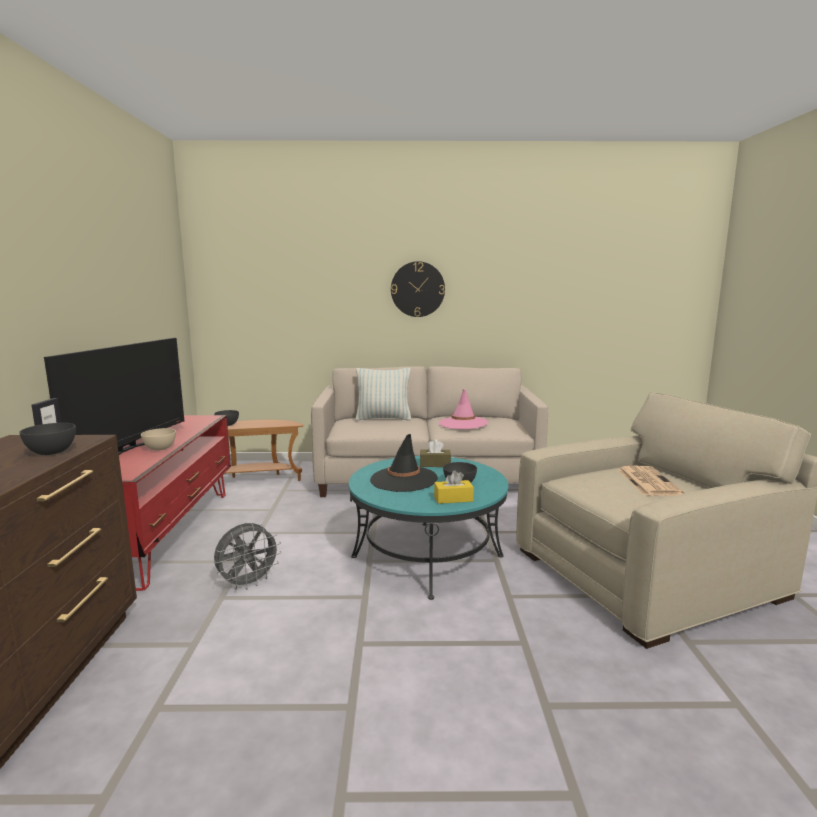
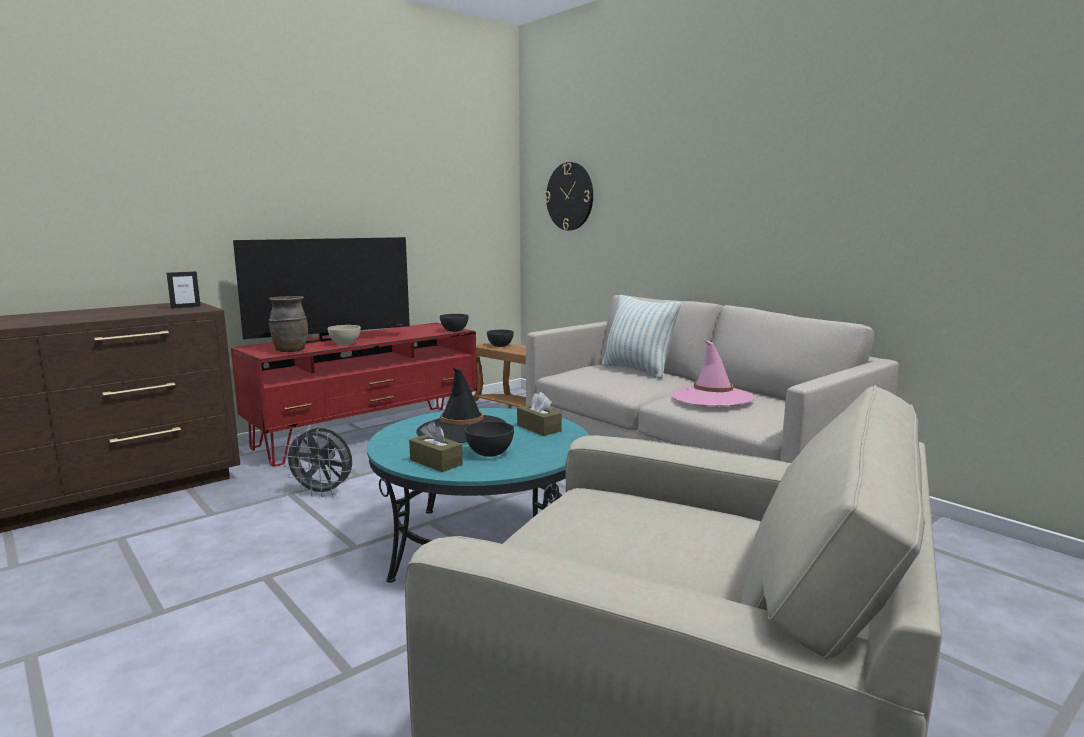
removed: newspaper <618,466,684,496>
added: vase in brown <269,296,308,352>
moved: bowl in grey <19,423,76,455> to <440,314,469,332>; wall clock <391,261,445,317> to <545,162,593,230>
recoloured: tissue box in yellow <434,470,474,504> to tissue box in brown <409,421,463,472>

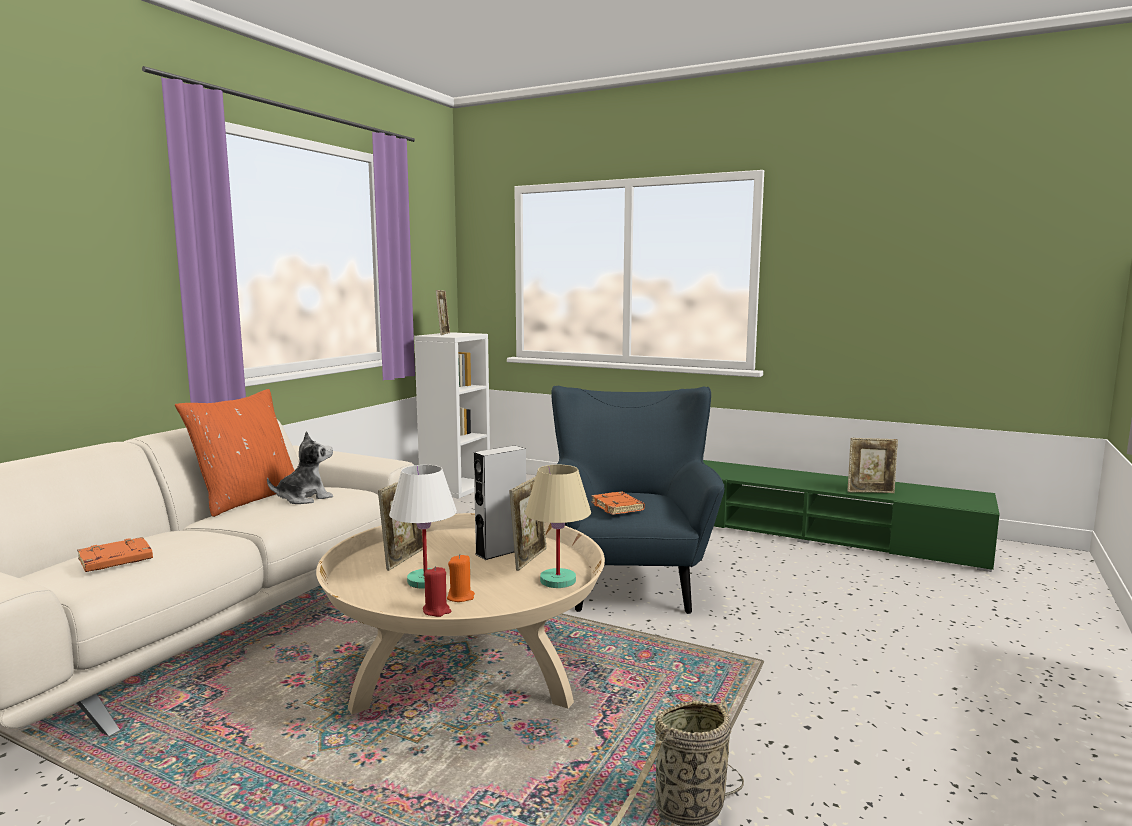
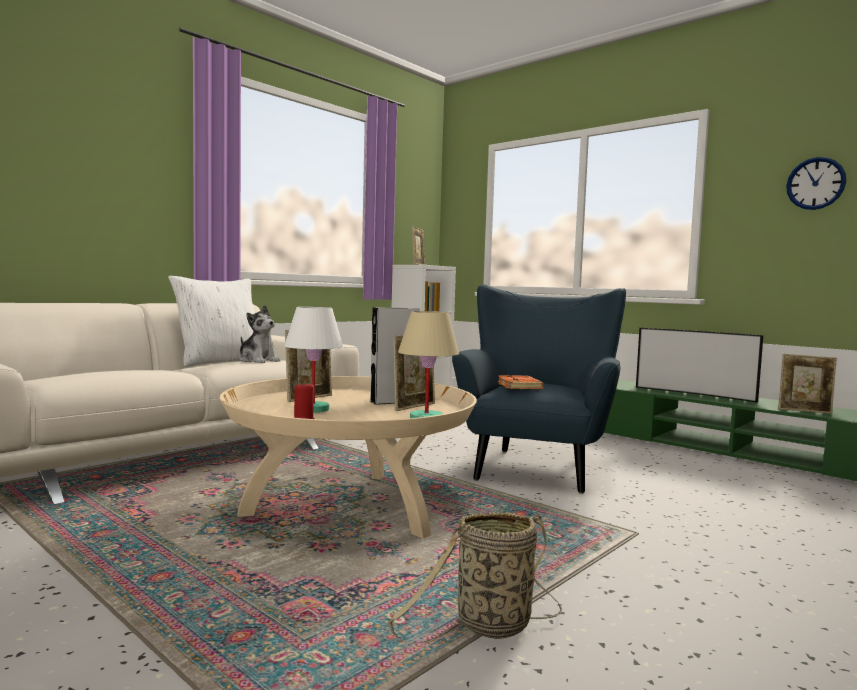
removed: book in orange <77,537,153,572>; candle in orange <447,554,475,602>
added: television <636,328,763,402>; wall clock <786,157,846,210>
recoloured: pillow in orange <175,389,295,517> to pillow in white <168,276,255,367>
turned: plush toy <267,431,333,504> = <239,305,280,363> 60 degrees clockwise

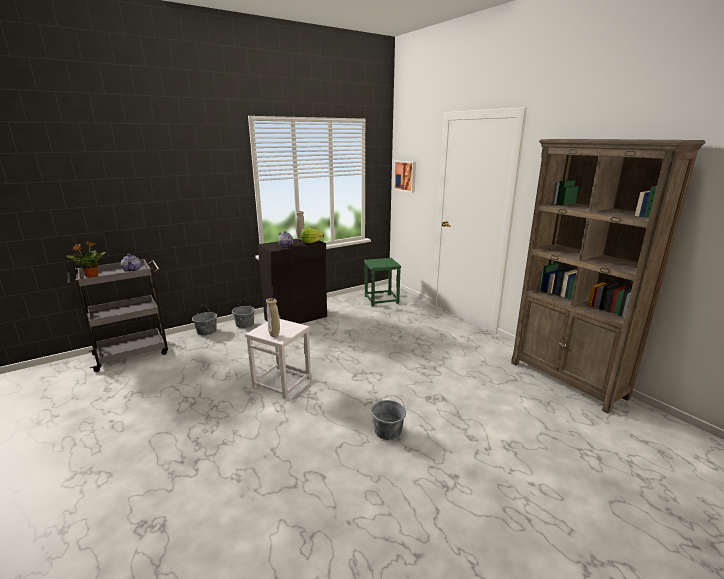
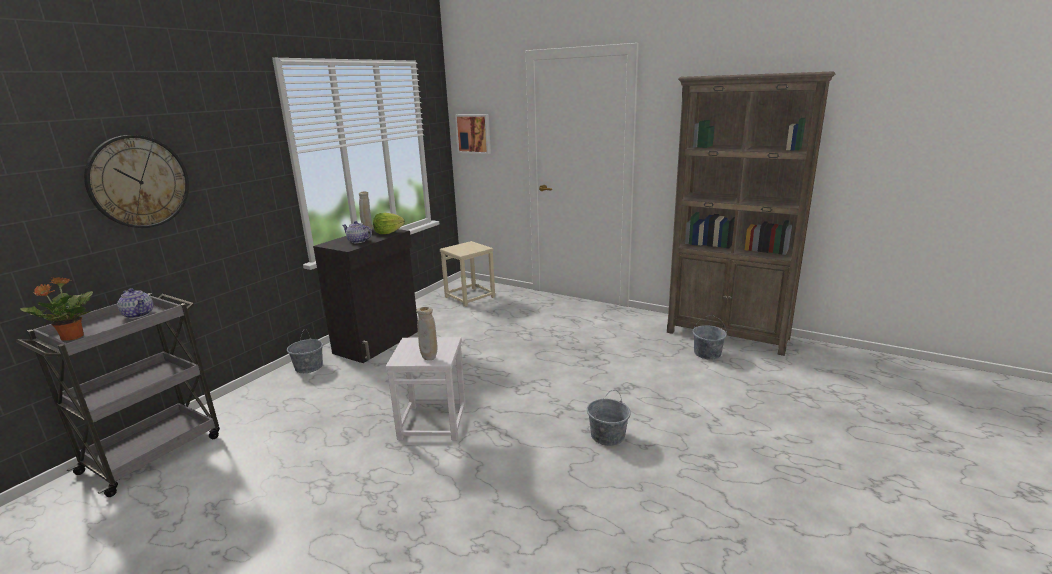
added: wall clock <84,135,189,228>
moved: bucket in grey <192,305,217,336> to <693,315,727,359>
recoloured: stool in green <364,258,401,306> to stool in beige <440,241,495,307>

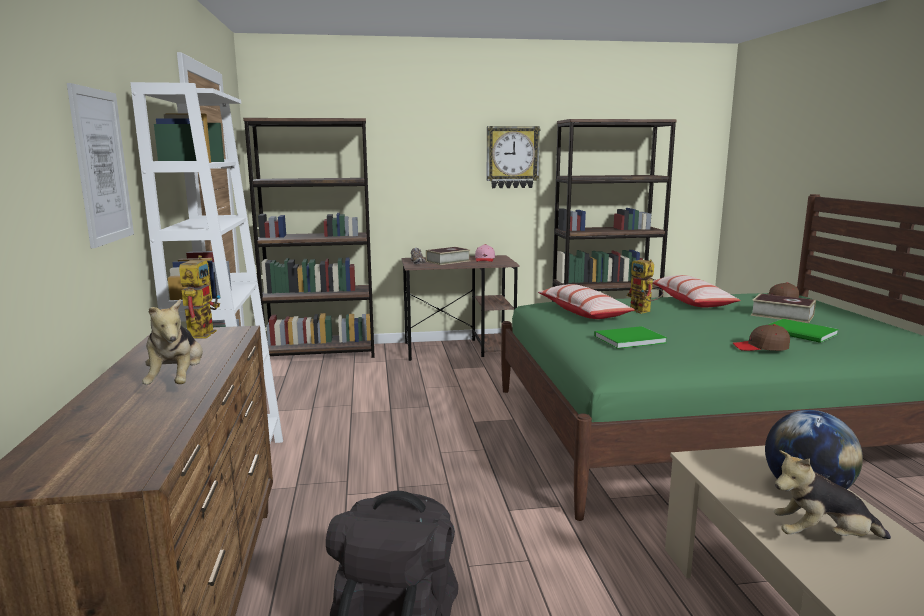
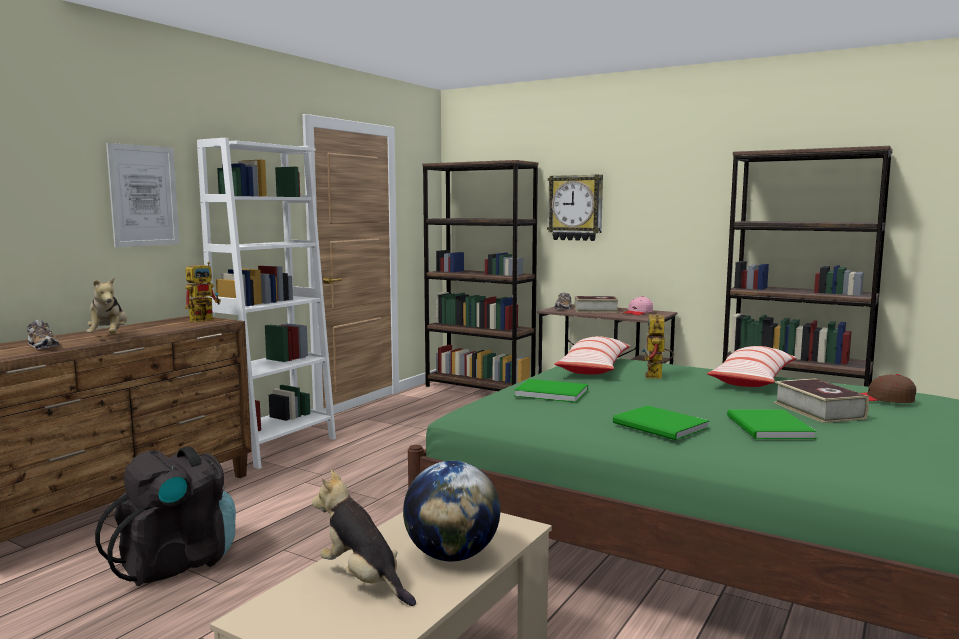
added: shoe <27,320,59,350>
moved: wall clock <487,126,540,188> to <547,175,603,241>
replaced: cap in brown <733,324,790,351> to book in green <613,405,709,440>
turned: plush toy <142,299,203,384> = <87,277,127,333> 45 degrees counterclockwise

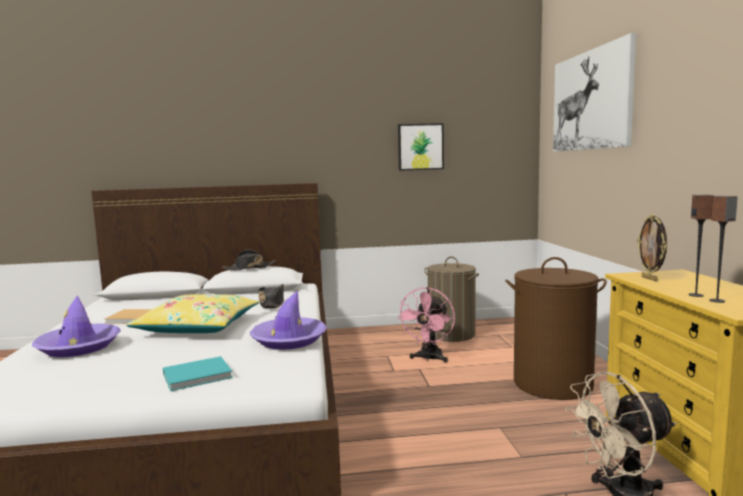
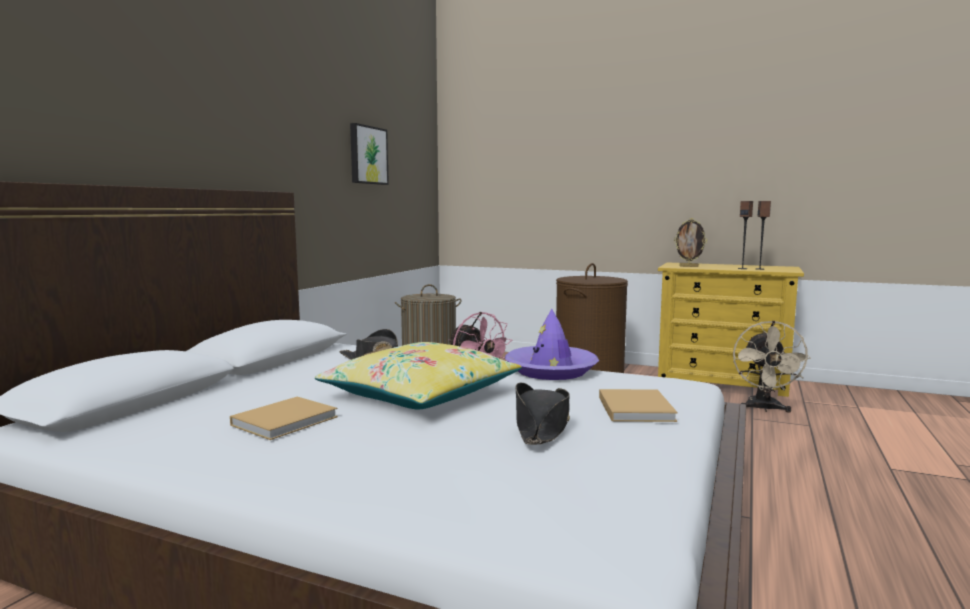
removed: hat in purple <32,295,121,357>; picture <553,33,636,152>
moved: hat in black <222,249,276,271> to <516,383,570,445>
recoloured: book in turquoise <163,356,233,391> to book in beige <599,389,678,422>

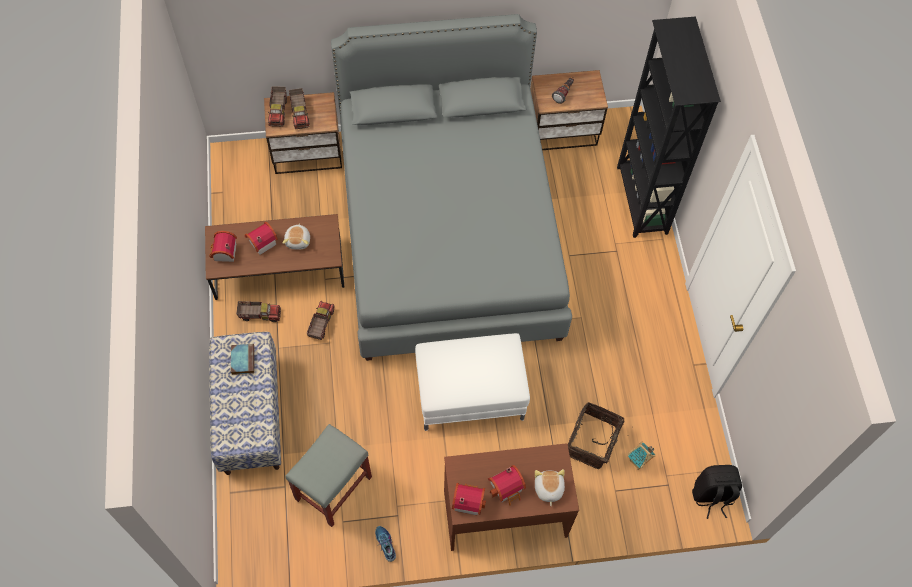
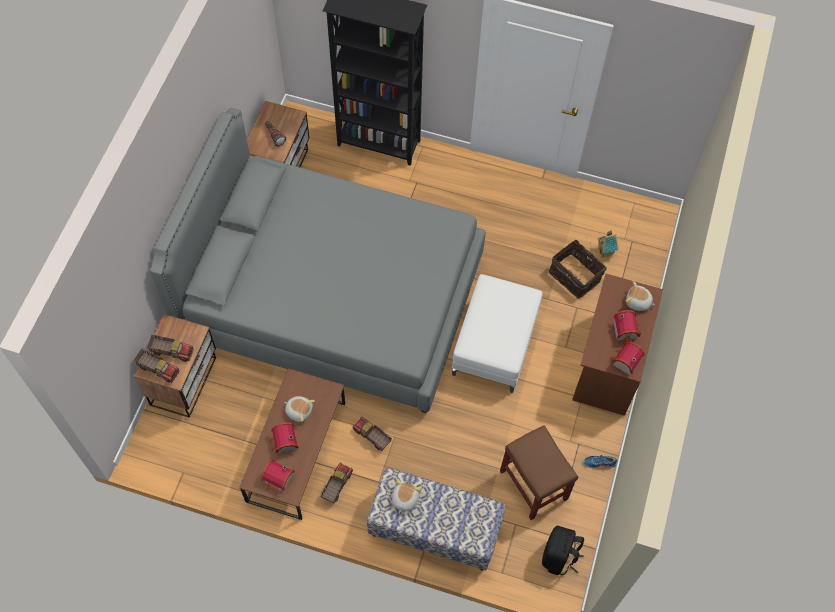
moved: backpack in black <692,465,742,519> to <542,526,584,575>
replaced: book <231,344,254,375> to plush toy <392,479,422,514>
recoloured: stool in grey <285,424,372,527> to stool in brown <500,425,578,520>

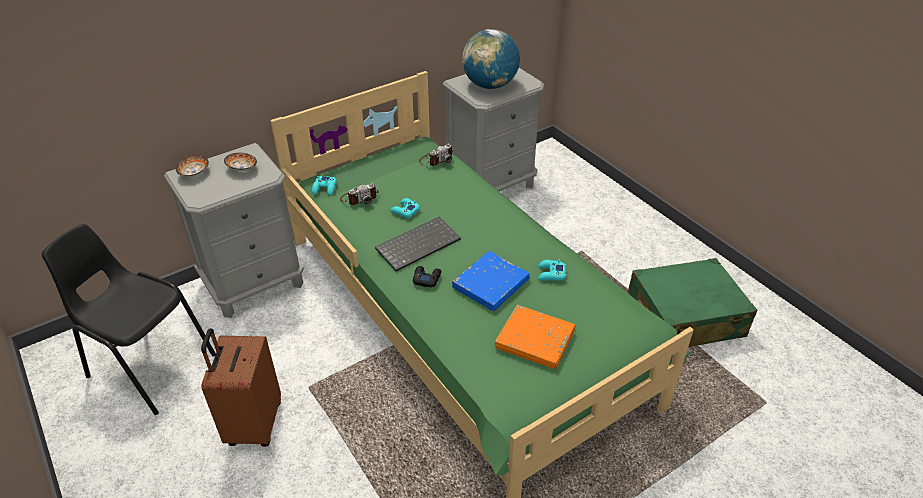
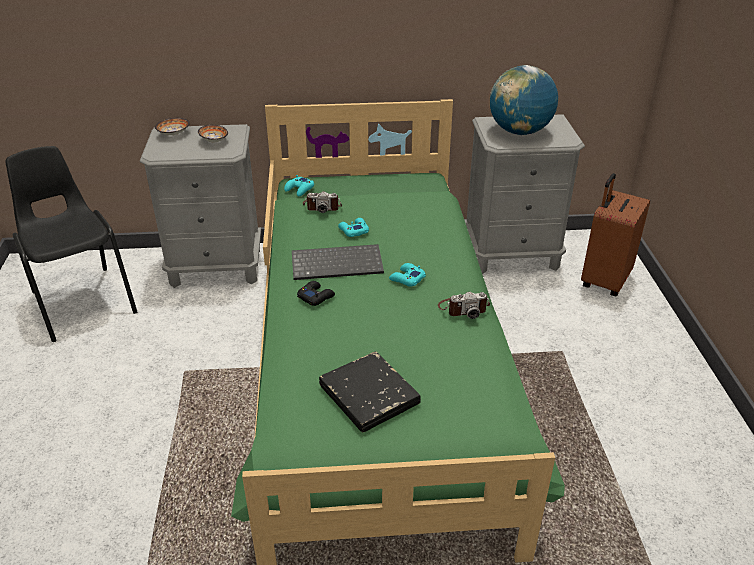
removed: book in blue <452,251,530,311>; suitcase in green <627,258,757,347>
moved: suitcase in brown <201,328,281,447> to <581,173,650,296>; photo camera <419,144,453,166> to <438,292,490,319>; game controller in turquoise <538,259,566,281> to <389,263,426,287>
recoloured: book in orange <495,305,576,369> to book in black <319,351,421,432>

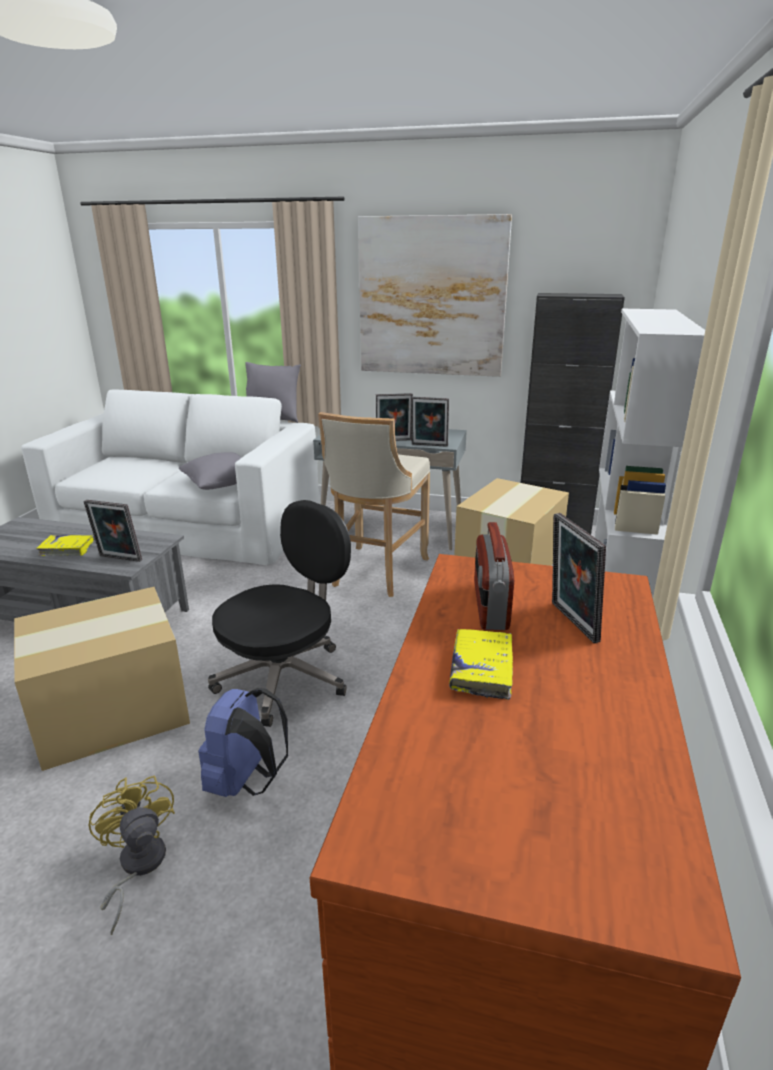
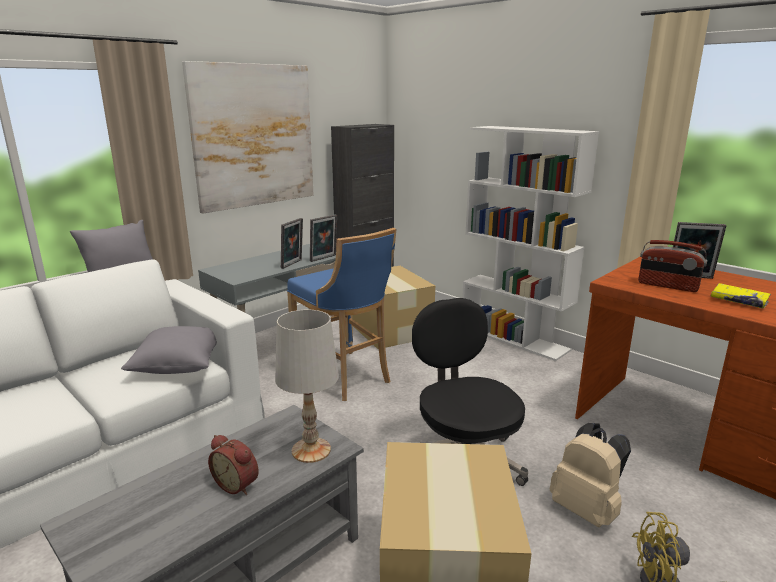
replaced: book in yellow <36,535,95,556> to alarm clock <208,435,259,495>; picture frame <84,500,142,562> to table lamp in white <275,310,339,463>
recoloured: backpack in blue <198,688,288,797> to backpack in beige <550,423,631,527>; stool in beige <318,412,430,597> to stool in blue <287,228,397,401>

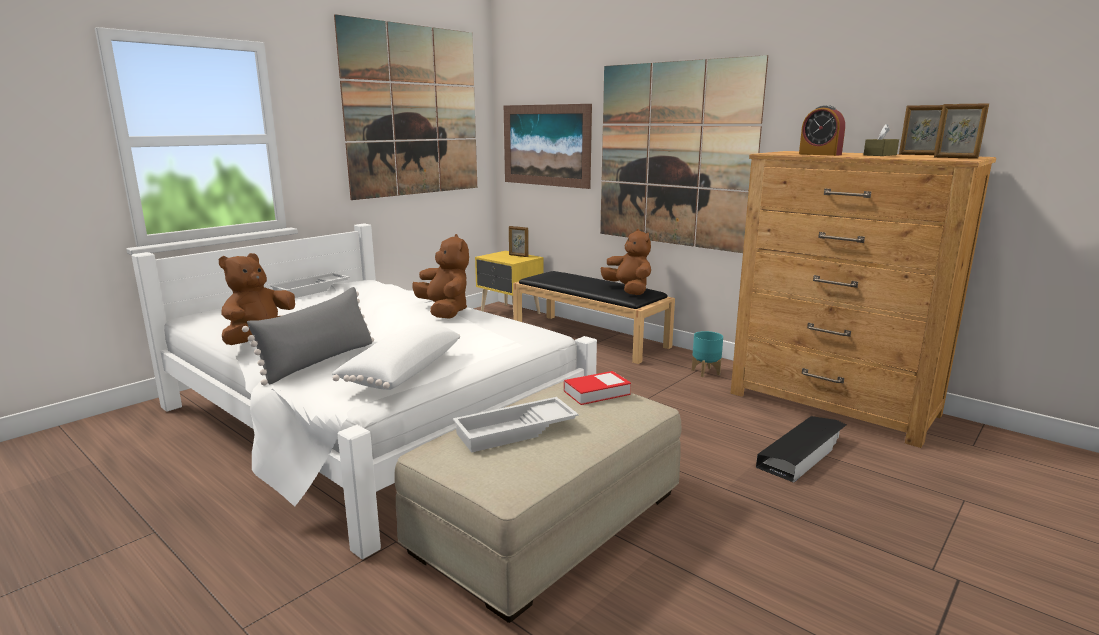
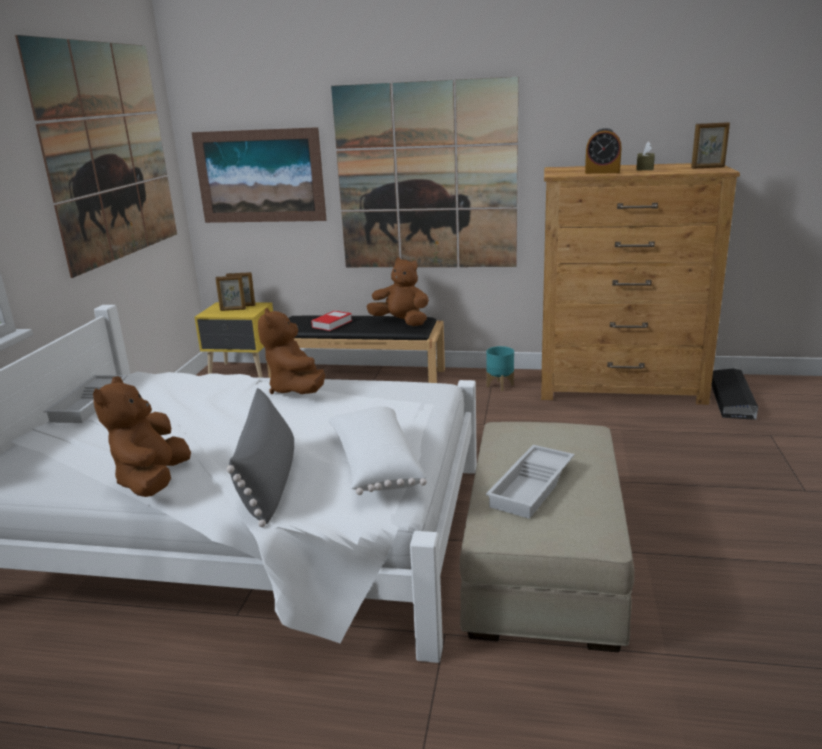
moved: book <564,371,631,405> to <311,310,352,331>; storage box in black <756,416,846,483> to <711,369,758,420>; picture frame <899,105,943,155> to <216,276,246,311>
turned: plush toy in brown <412,234,469,319> = <258,308,325,394> 135 degrees counterclockwise

